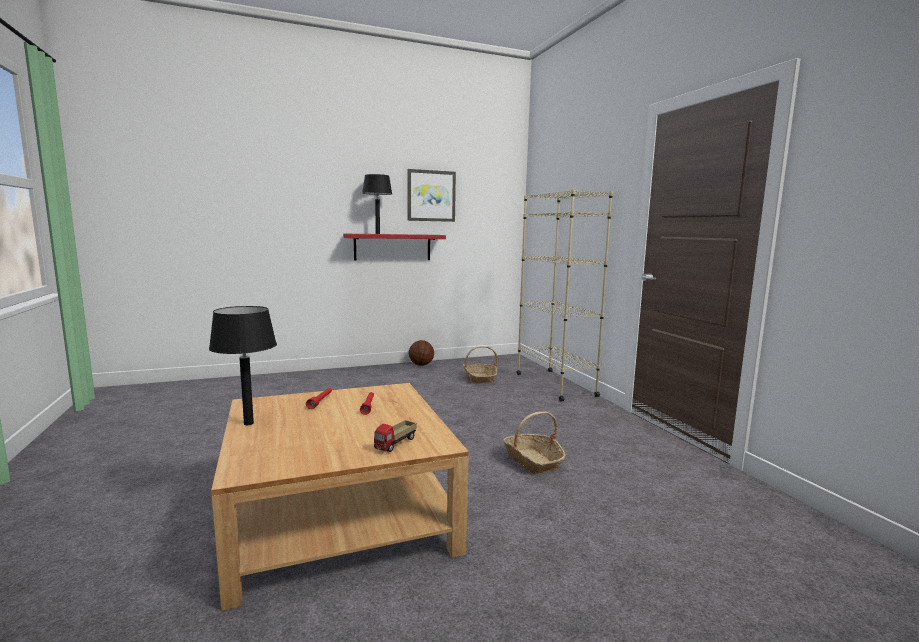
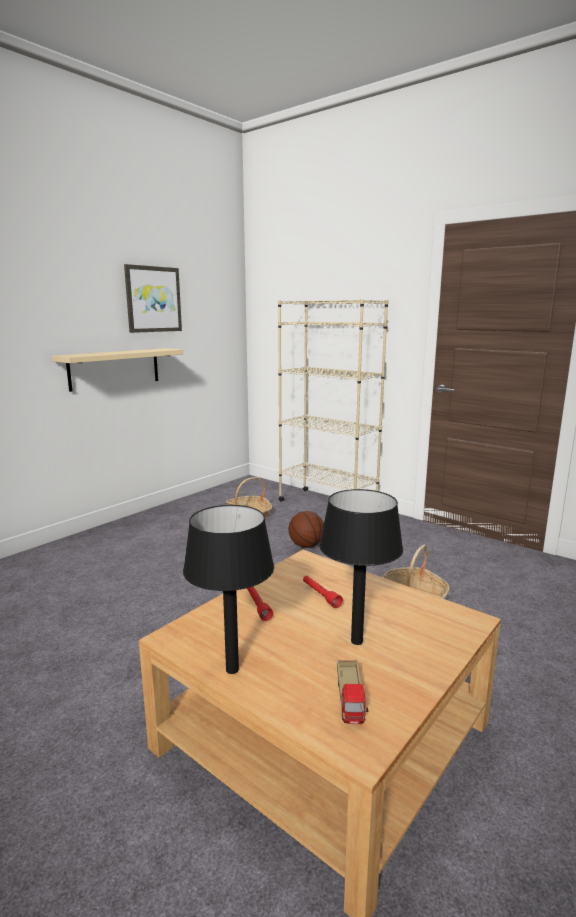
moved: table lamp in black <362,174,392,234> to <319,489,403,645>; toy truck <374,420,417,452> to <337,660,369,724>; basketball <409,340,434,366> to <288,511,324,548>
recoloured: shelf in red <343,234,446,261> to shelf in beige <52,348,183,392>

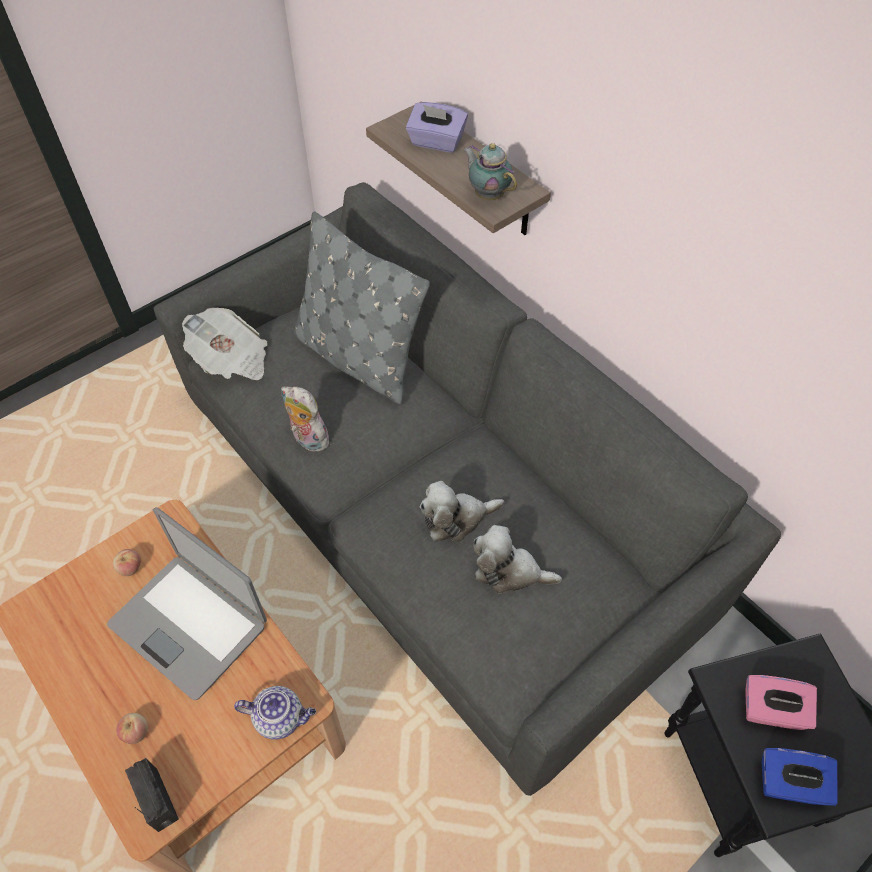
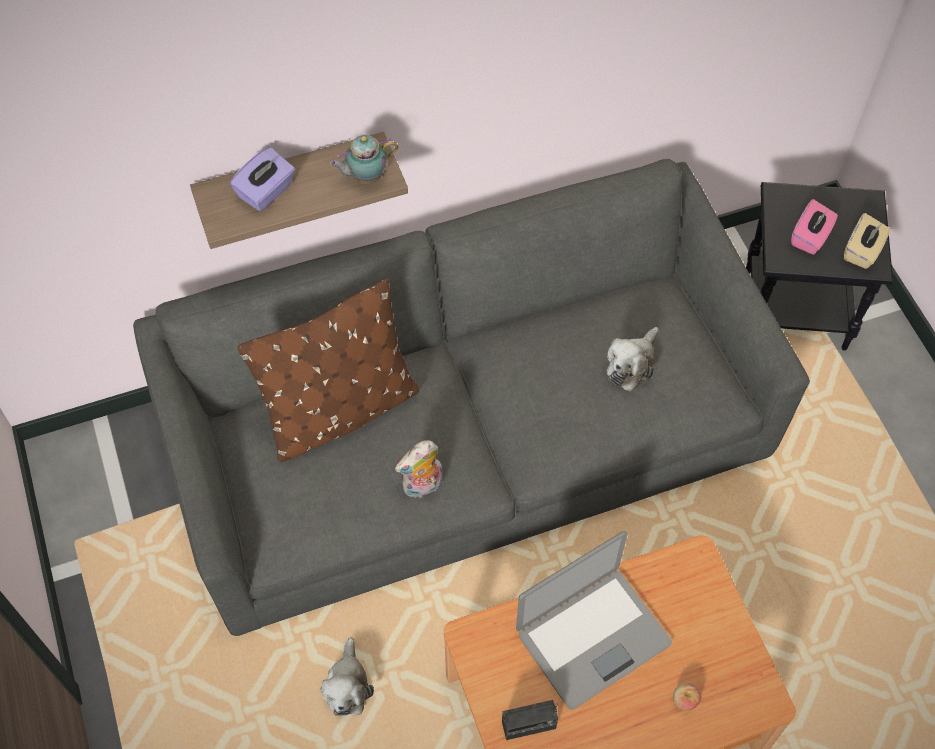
removed: apple <113,549,141,576>; newspaper <182,308,267,380>; teapot <234,686,316,740>
moved: radio <125,758,179,832> to <502,700,558,740>; plush toy <420,481,504,542> to <321,637,374,716>
recoloured: pillow in grey <294,212,430,405> to pillow in brown <238,279,419,462>; tissue box in blue <762,748,838,806> to tissue box in beige <844,213,890,269>

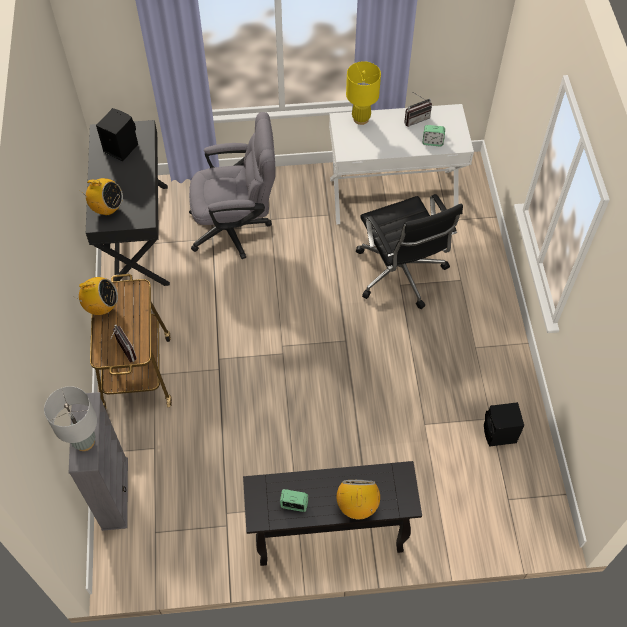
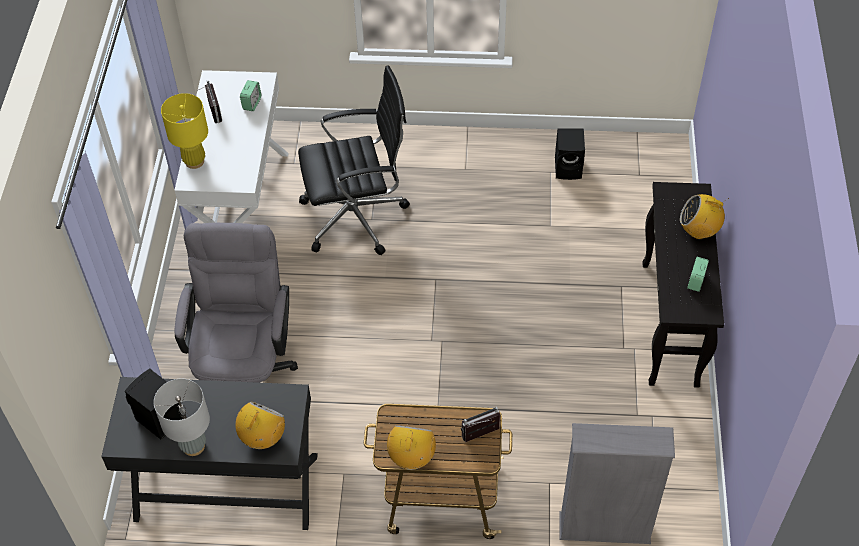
moved: table lamp in grey <44,386,97,451> to <154,379,210,456>

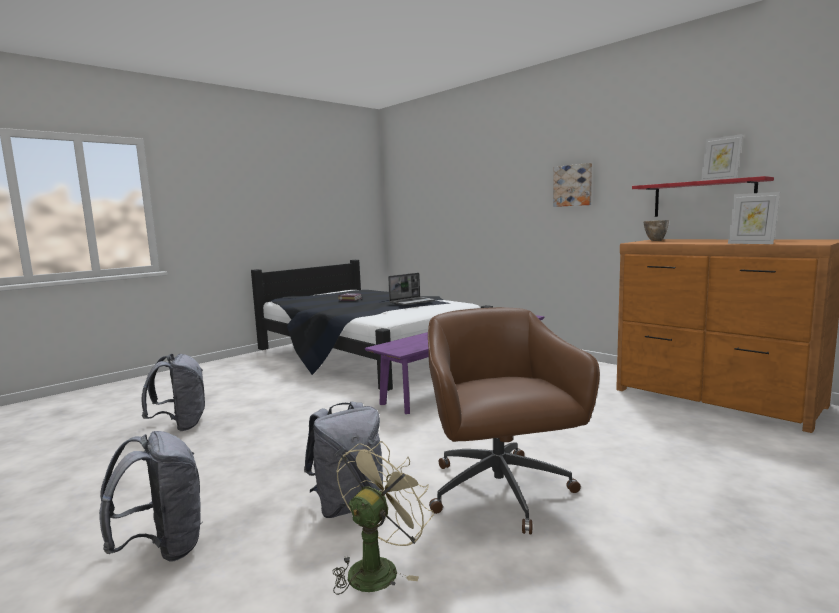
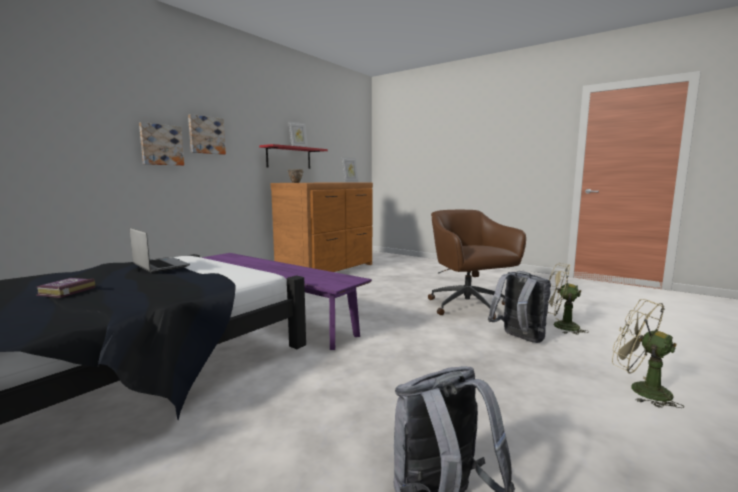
added: picture <139,122,184,166>
replaced: backpack in grey <99,431,203,562> to fan in beige <612,299,684,408>
turned: office chair in brown <428,307,600,534> = <428,210,526,320> 90 degrees clockwise

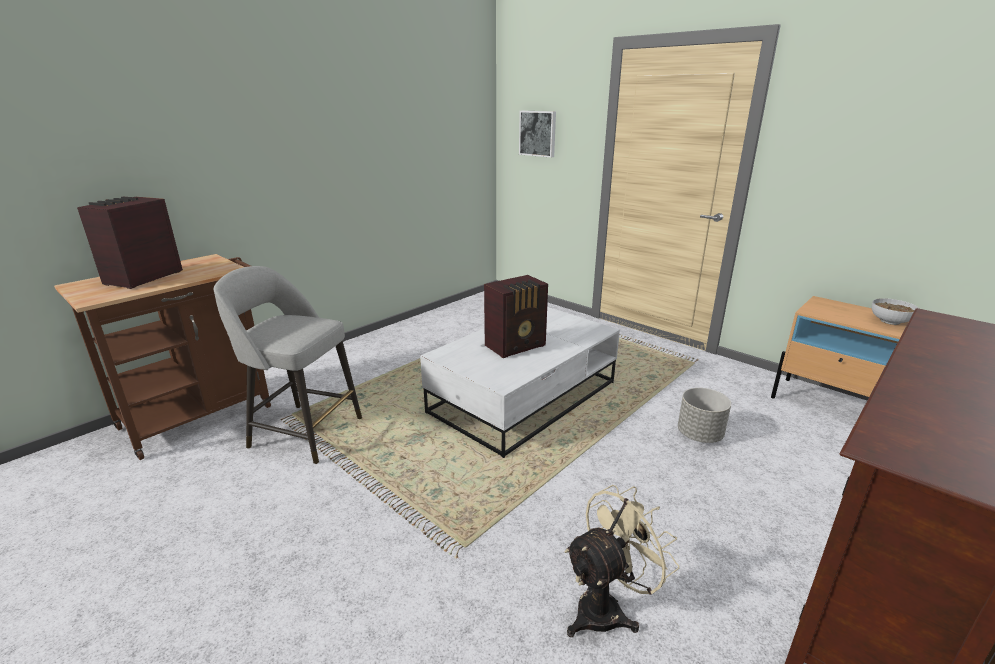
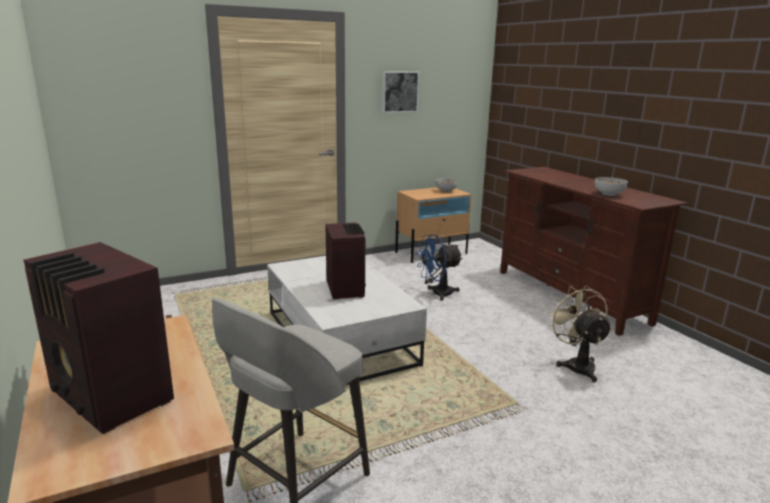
added: bowl <595,177,628,196>
moved: picture <519,111,556,158> to <382,71,419,113>
replaced: planter in grey <678,388,731,443> to fan in blue <416,234,463,301>

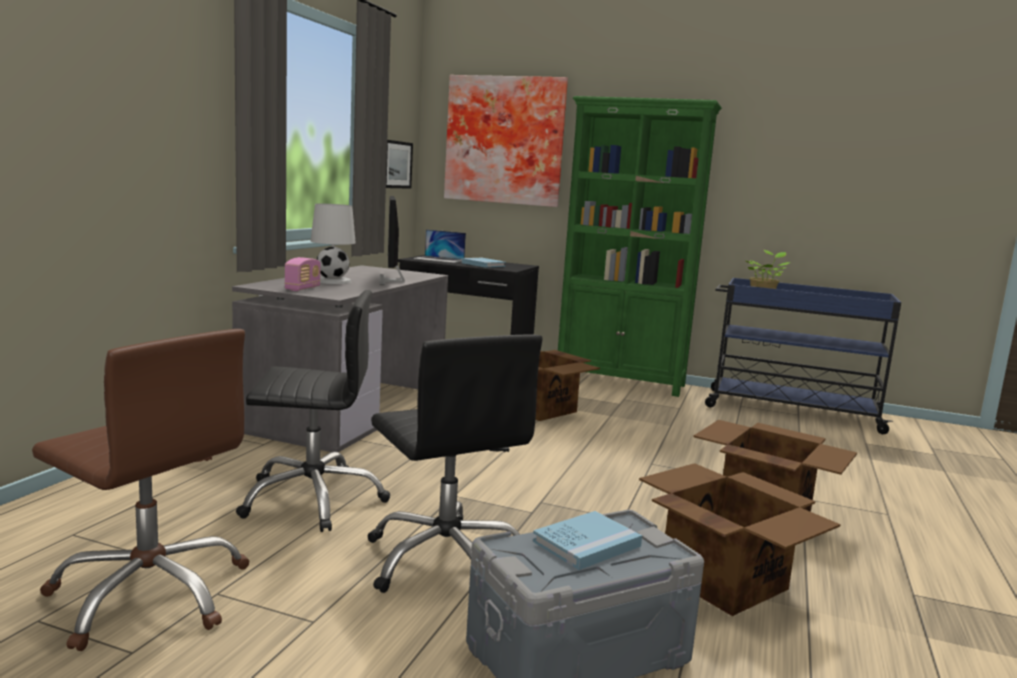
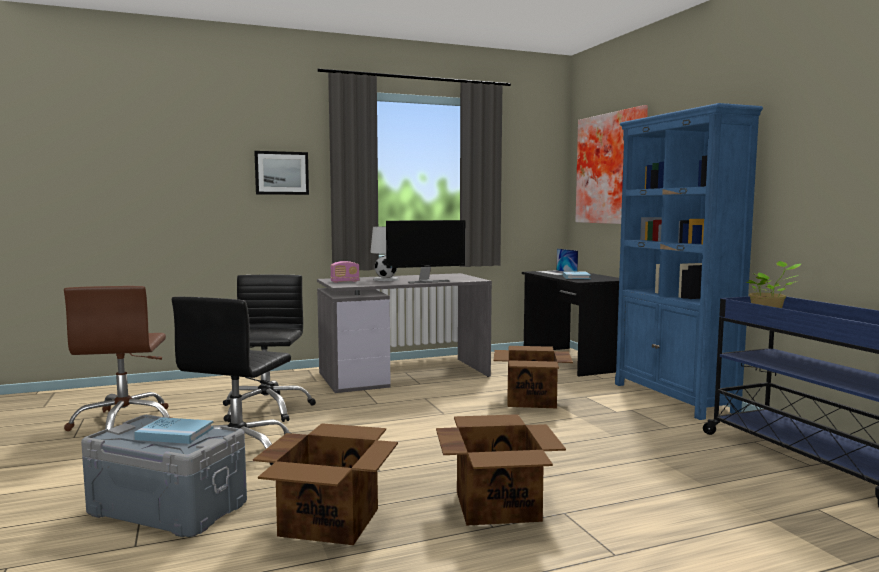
moved: picture <386,140,413,189> to <254,151,309,195>
recoloured: bookcase in green <558,96,722,397> to bookcase in blue <615,103,763,420>
turned: office chair in black <236,290,390,532> = <223,275,316,422> 135 degrees counterclockwise; monitor <379,196,405,285> = <386,220,465,283> 150 degrees counterclockwise

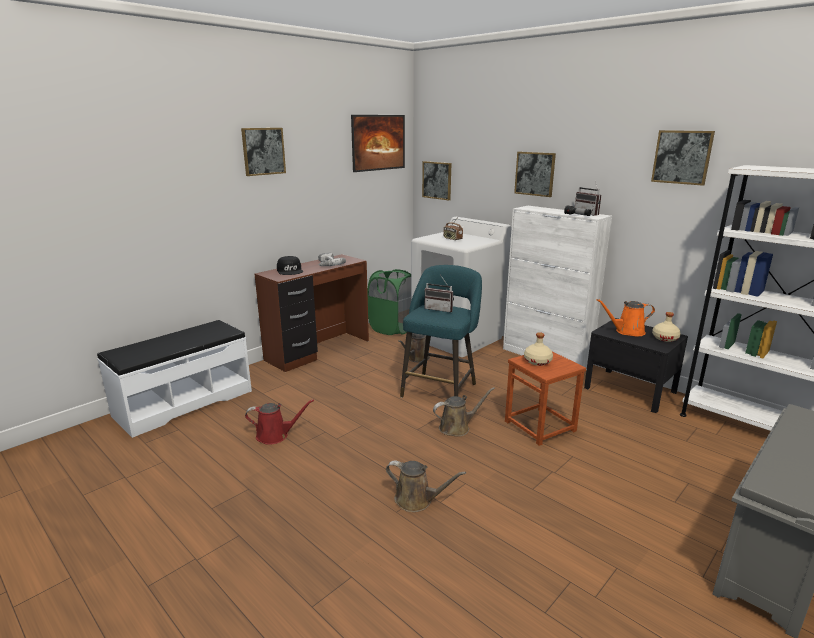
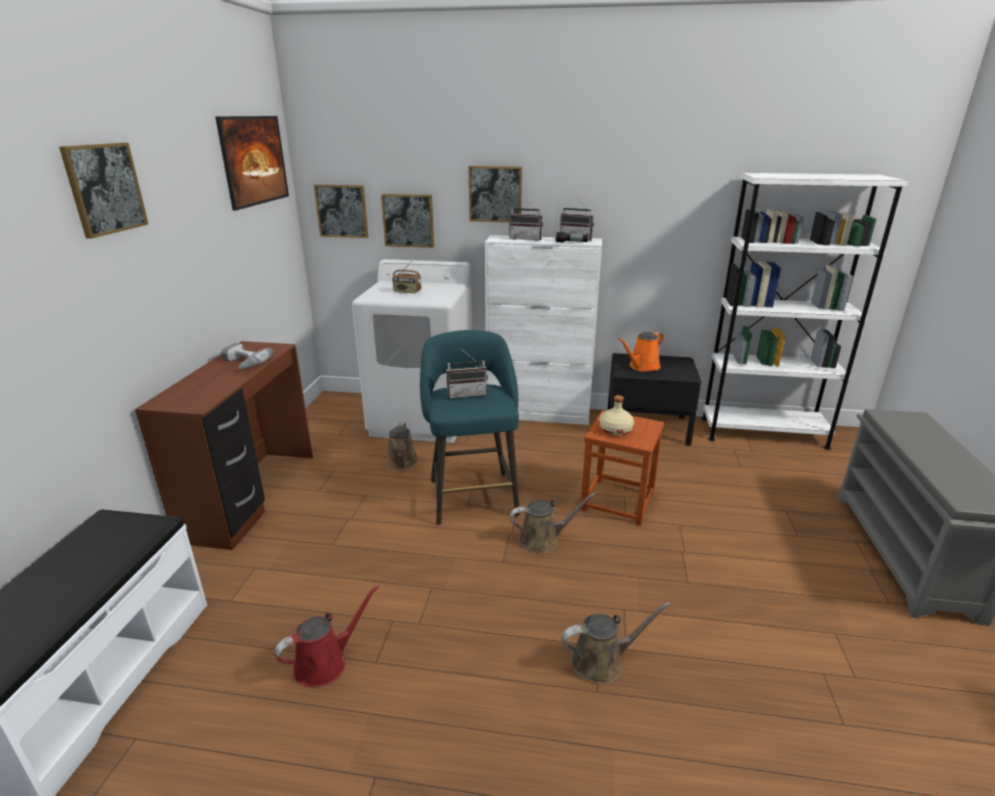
removed: cap in black <277,256,303,275>; laundry basket in green <367,269,411,335>; bottle in beige <652,312,681,342>
added: radio <509,200,543,241>
moved: picture <651,130,715,186> to <381,194,434,248>
turned: watering can in brown <433,387,495,437> = <510,493,596,553> 45 degrees clockwise

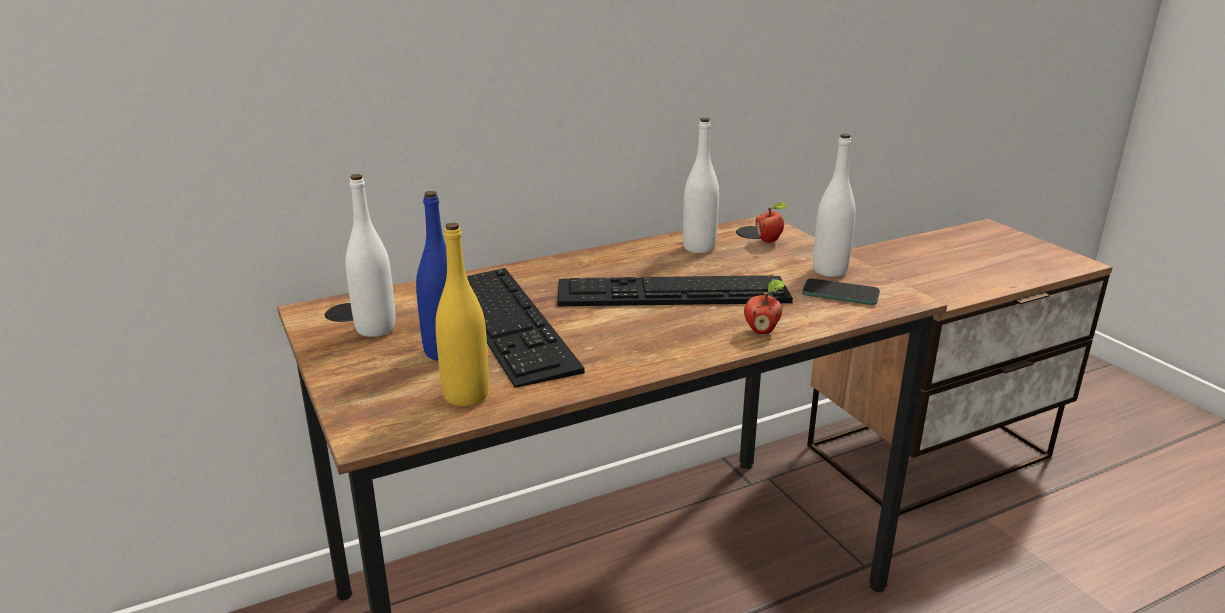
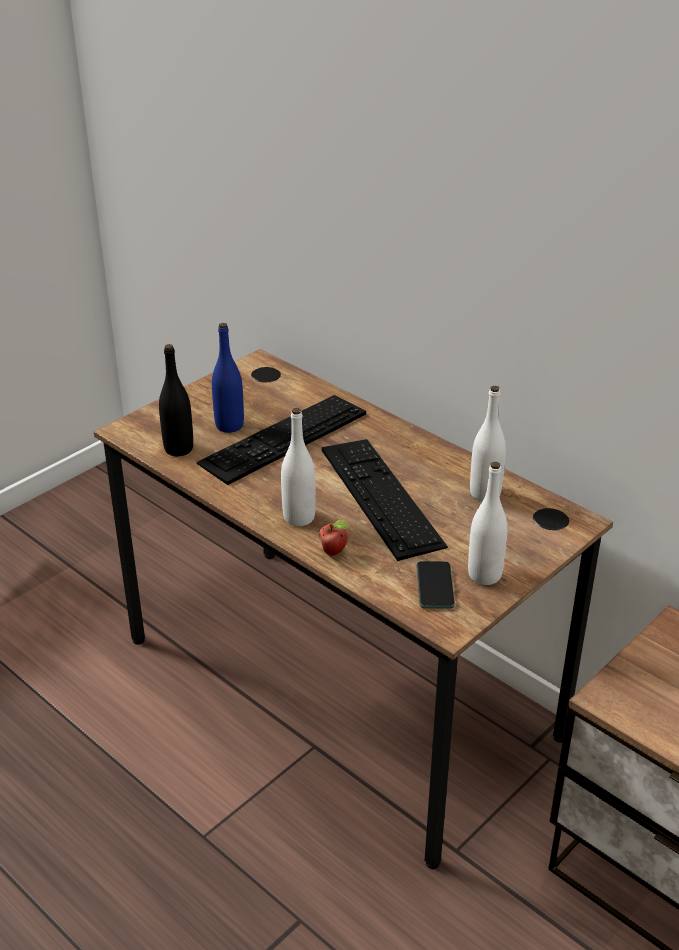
removed: apple <755,202,788,243>
moved: bottle in white <345,174,396,337> to <281,408,316,526>
recoloured: bottle in yellow <435,222,489,406> to bottle in black <159,344,193,456>

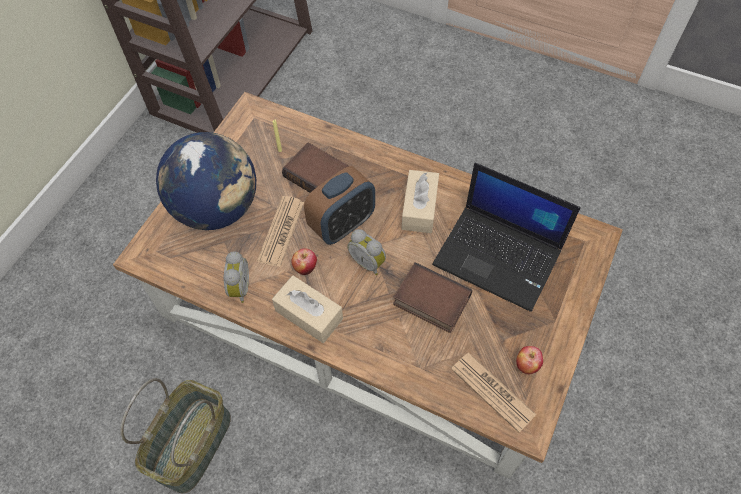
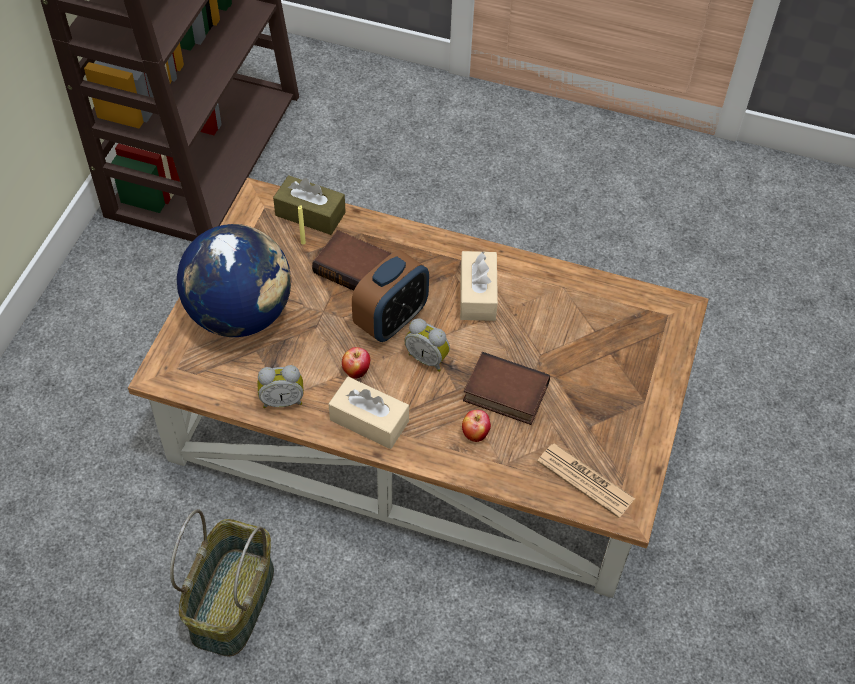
removed: newspaper <257,196,304,267>; laptop <432,163,581,312>
added: tissue box in brown <273,175,346,235>
moved: apple <516,346,543,374> to <462,410,491,442>
turned: alarm clock <223,251,249,303> = <257,365,304,408> 90 degrees clockwise

